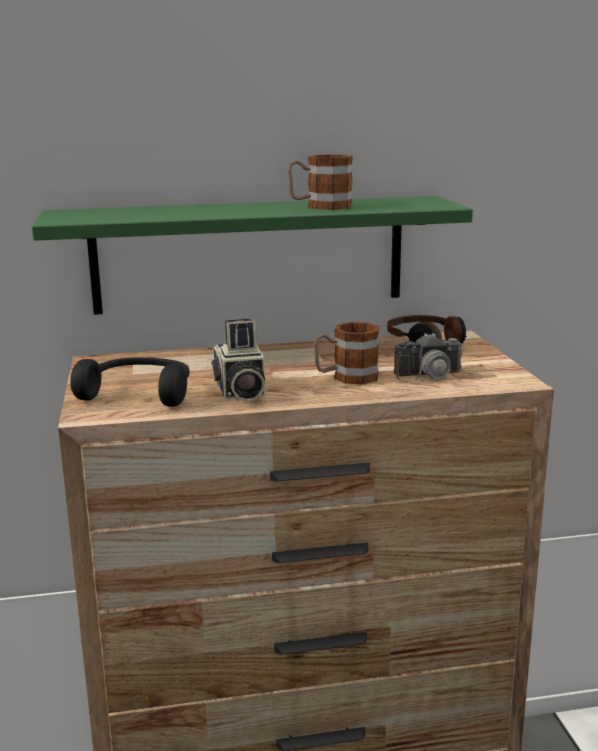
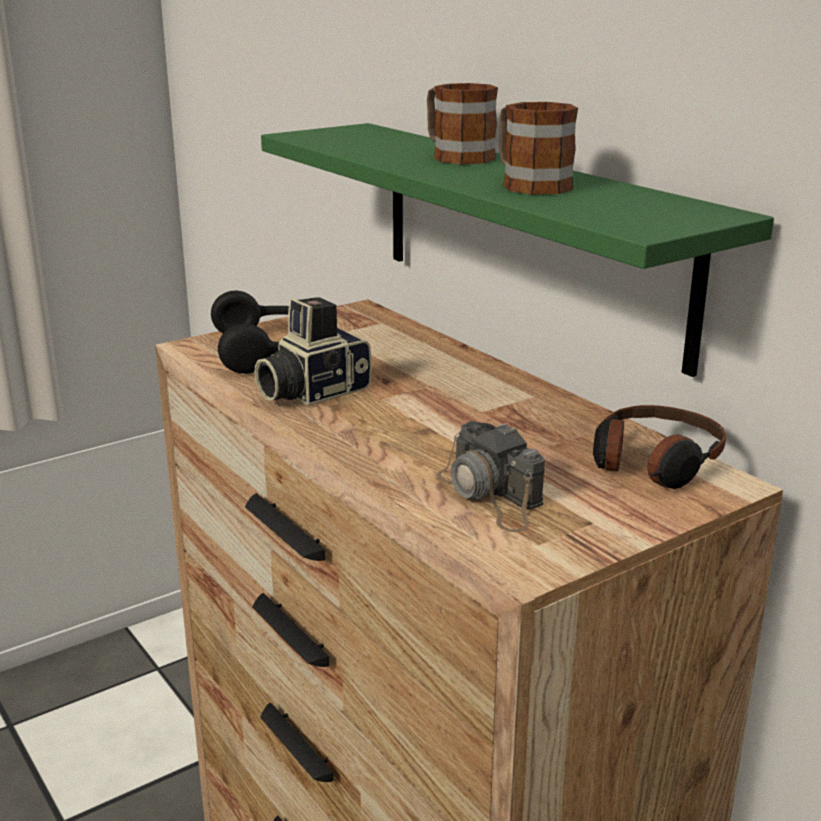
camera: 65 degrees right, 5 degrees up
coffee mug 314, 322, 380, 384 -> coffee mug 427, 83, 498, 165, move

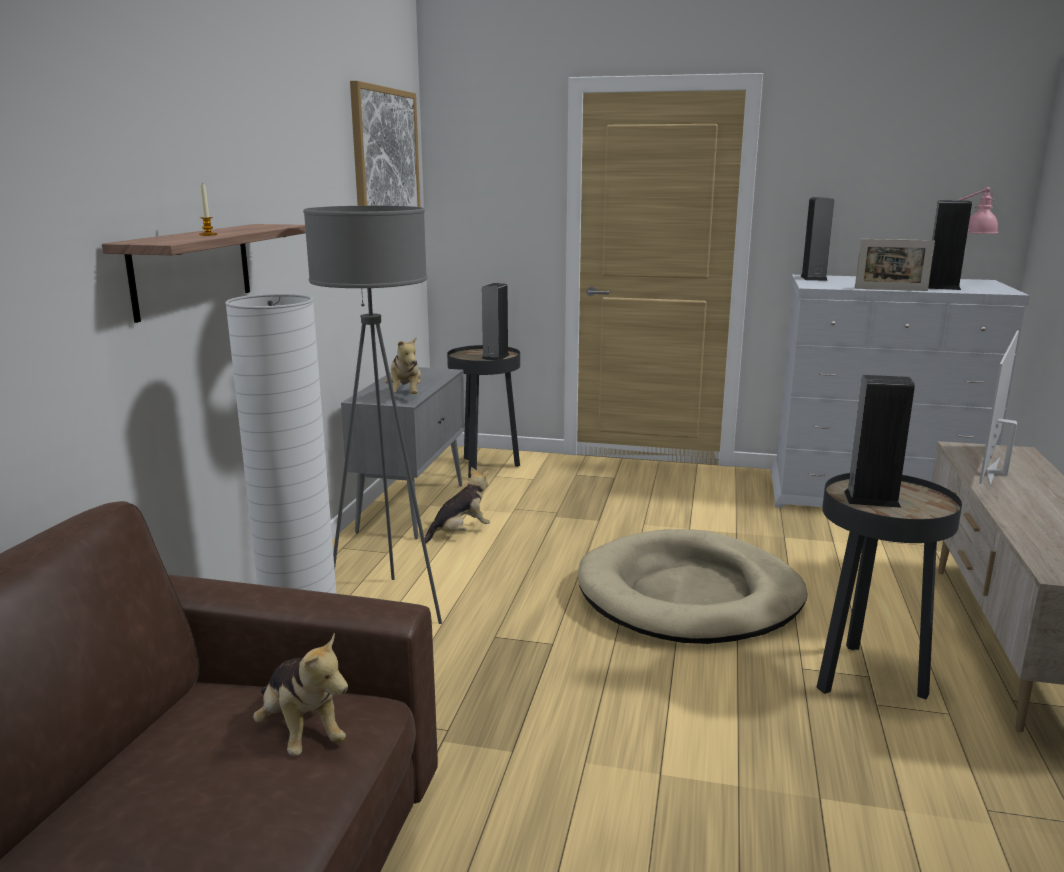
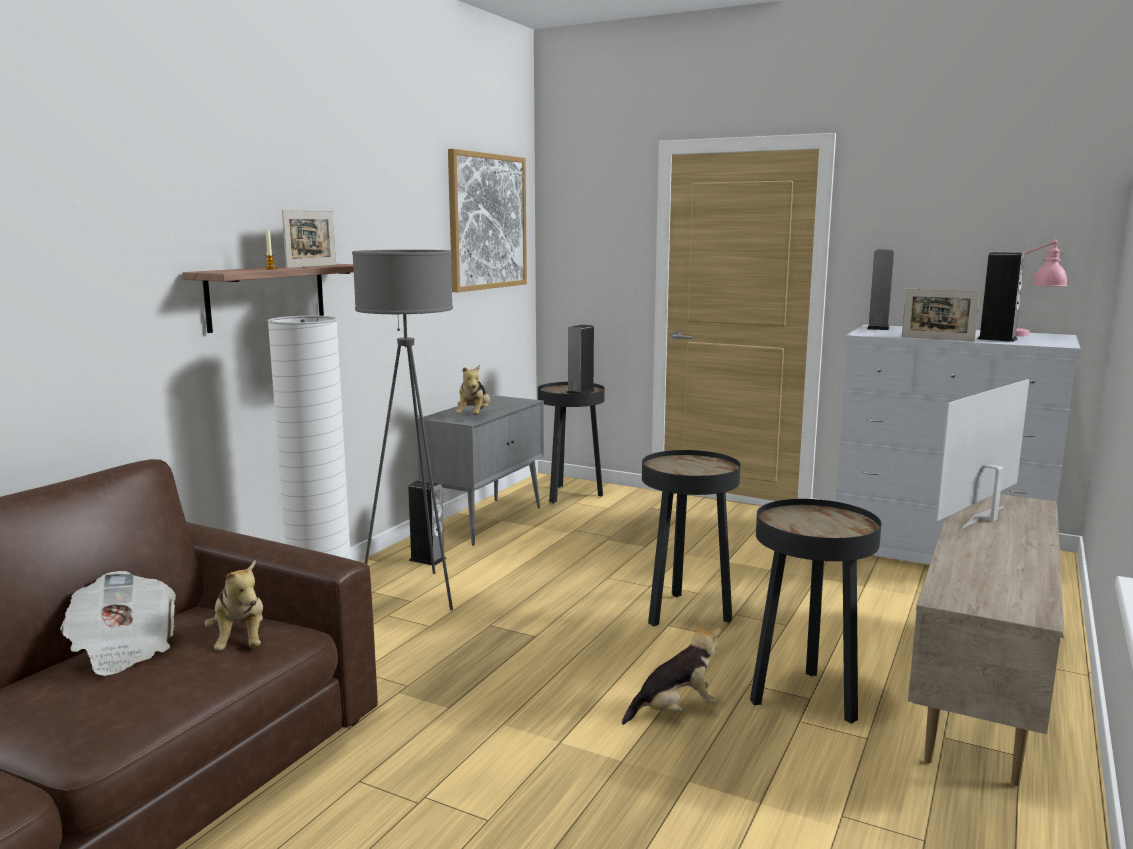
camera: 15 degrees right, 5 degrees down
none -> printed paper 60, 571, 176, 676
none -> photo frame 282, 210, 336, 268
plush toy 425, 467, 490, 543 -> plush toy 622, 620, 721, 725, move
audio speaker 844, 375, 915, 508 -> audio speaker 408, 480, 446, 565, move
dog cushion in beige-coloured 578, 529, 807, 644 -> side table in blackish 642, 450, 741, 626

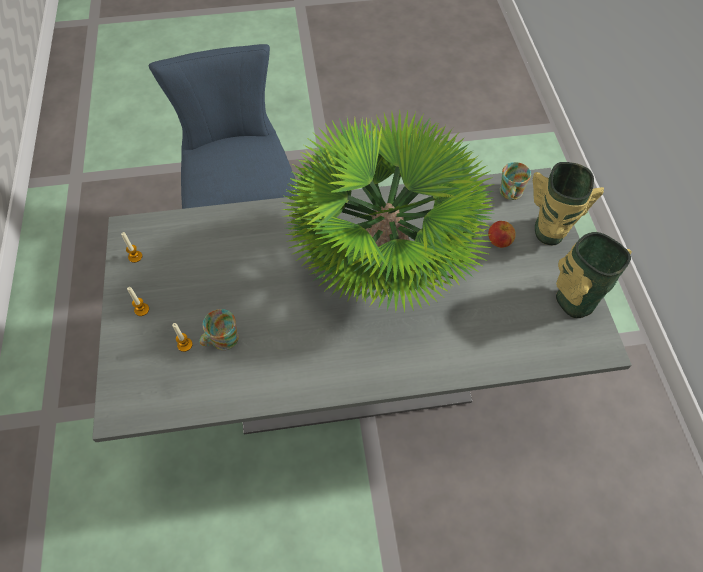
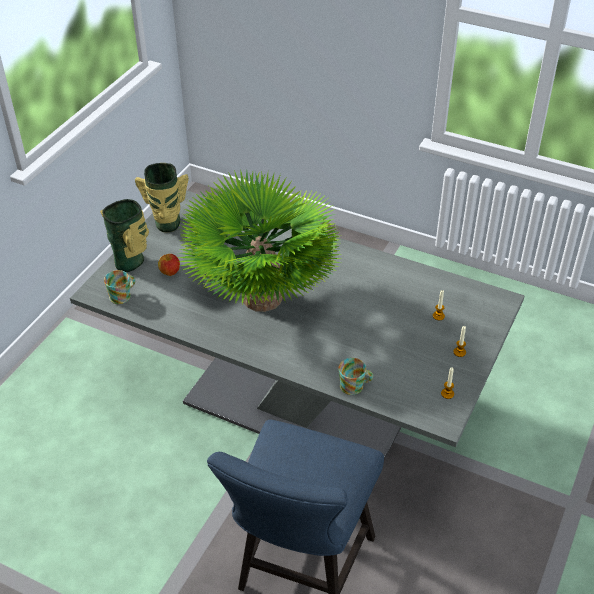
camera: 145 degrees left, 15 degrees down
coffee mug 199, 309, 239, 350 -> coffee mug 338, 358, 373, 395, move

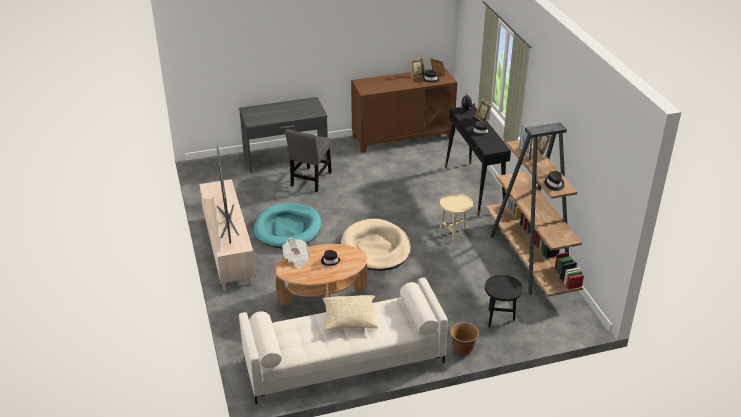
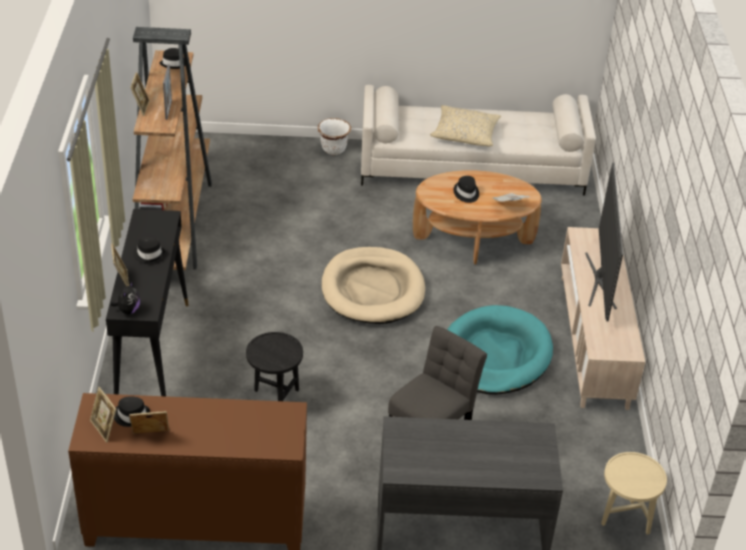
camera: 165 degrees left, 5 degrees up
side table in beige-coloured 439, 193, 473, 242 -> side table in beige-coloured 601, 452, 667, 535, move
side table in blackish 485, 275, 523, 327 -> side table in blackish 246, 332, 303, 401, move
planter in brown 450, 322, 479, 355 -> planter in white-coloured 318, 118, 351, 155

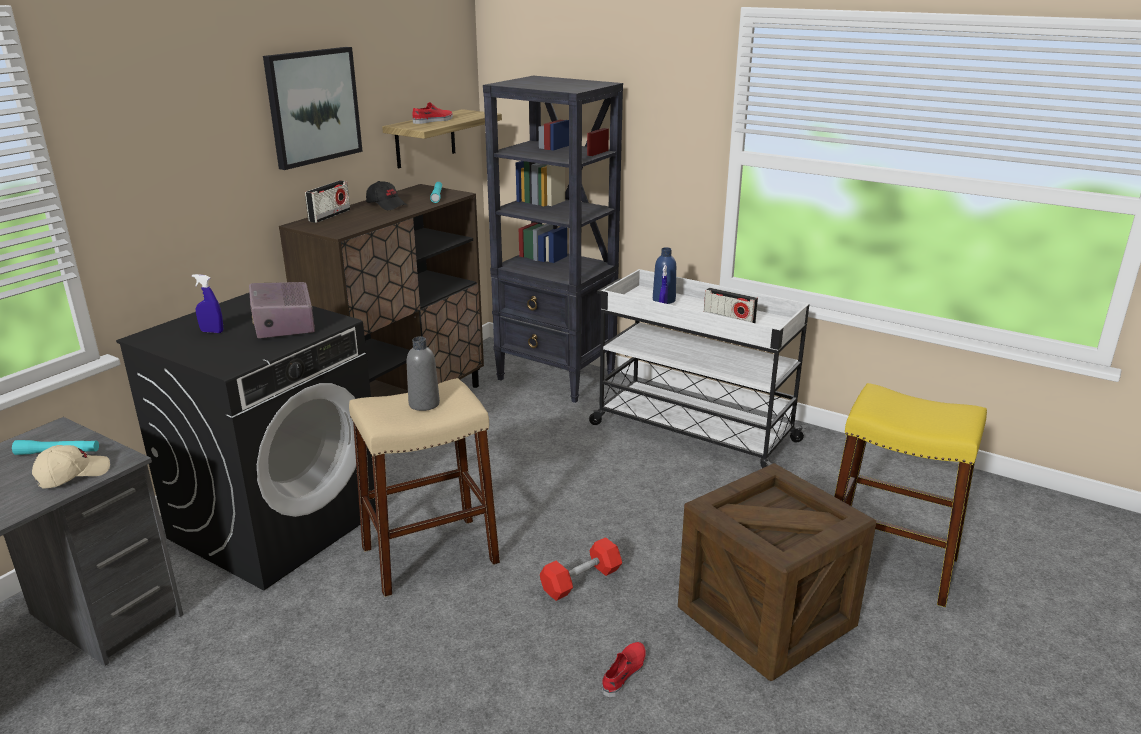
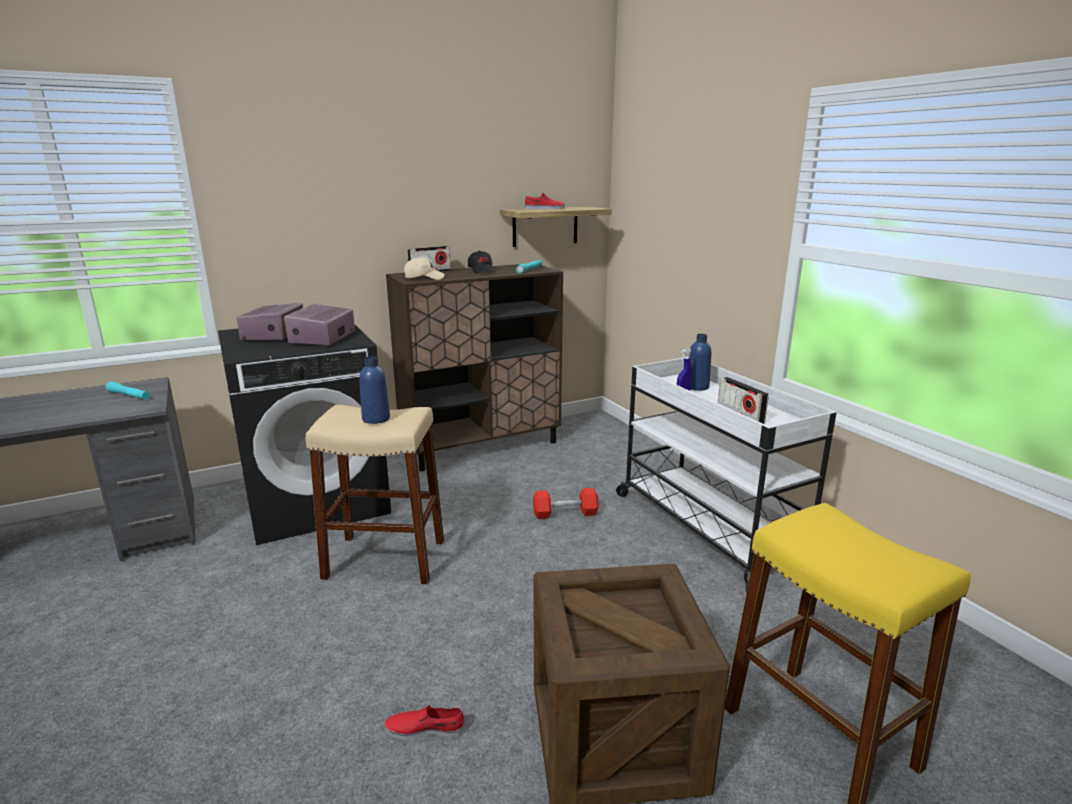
camera: 30 degrees right, 5 degrees down
picture 263, 47, 363, 170 -> none
bookcase in blackish 483, 76, 623, 403 -> none
peaked cap in beige-coloured 32, 445, 110, 489 -> peaked cap in beige-coloured 404, 258, 445, 280, move
free weight in red 540, 537, 622, 601 -> free weight in red 533, 488, 599, 519, move
spray bottle in bluish 192, 274, 224, 333 -> radio 237, 303, 303, 341
beverage bottle in gray 407, 336, 440, 411 -> beverage bottle in bluish 359, 356, 390, 424
shoe in red 602, 642, 646, 697 -> shoe in red 384, 705, 465, 740, 150 degrees counterclockwise

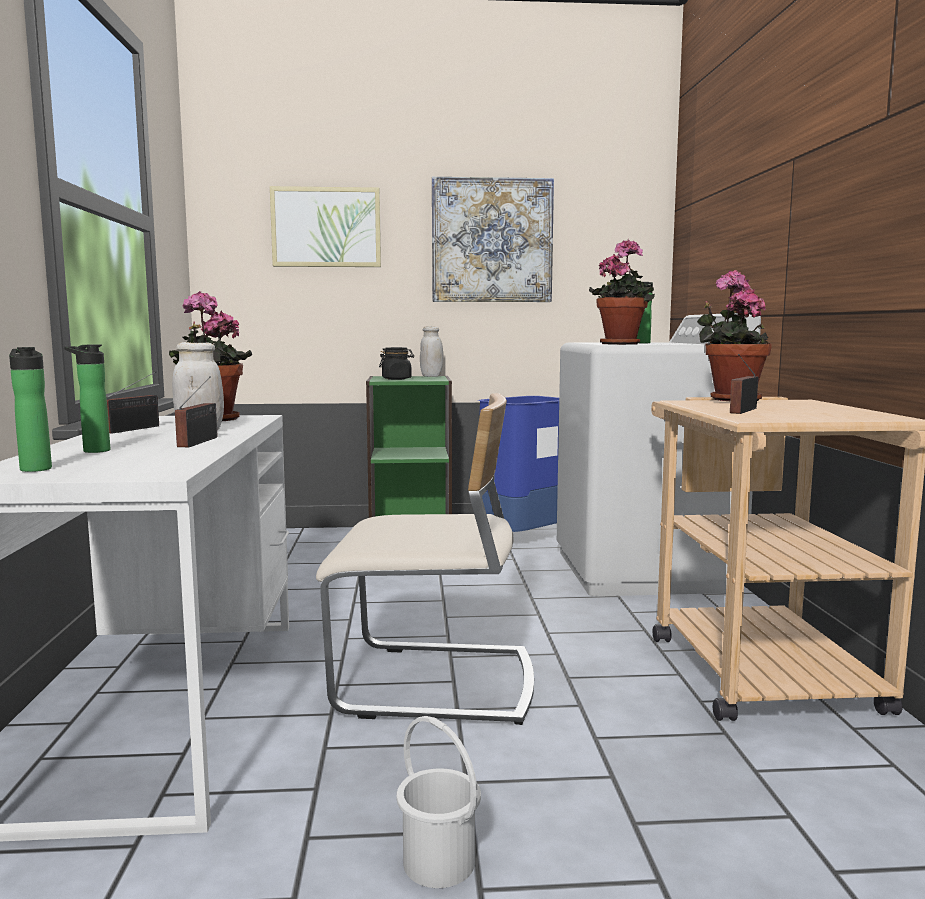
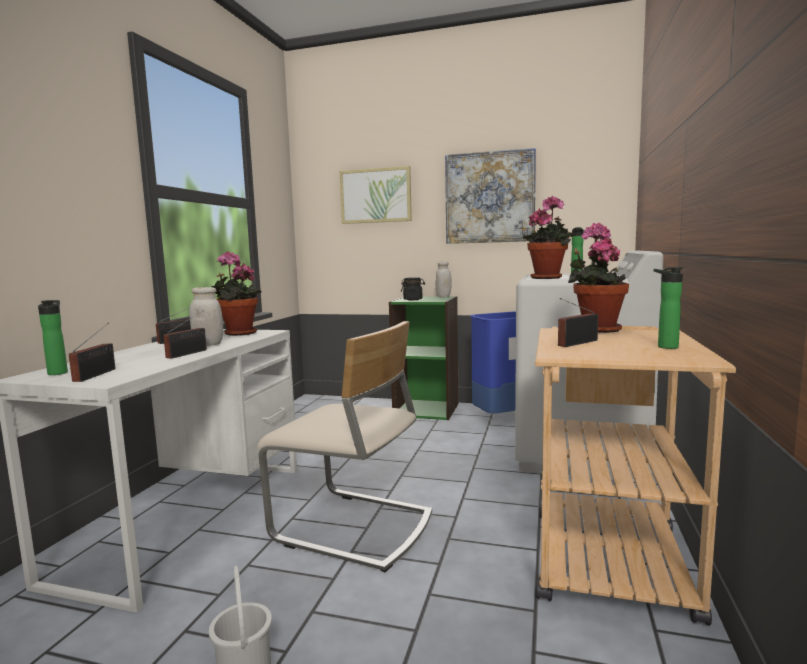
camera: 20 degrees right, 0 degrees up
none -> radio 69, 323, 115, 382
beverage bottle 64, 344, 110, 453 -> beverage bottle 654, 267, 684, 349, move

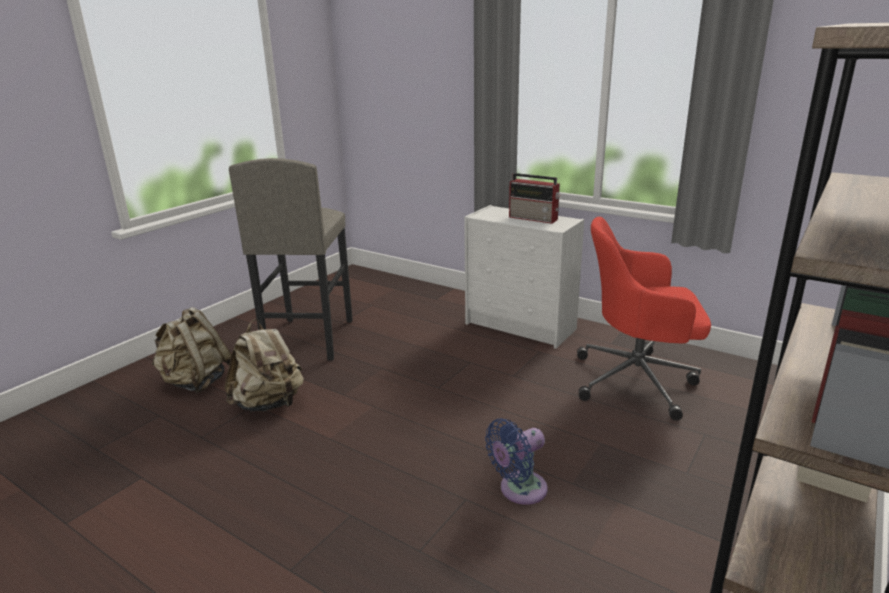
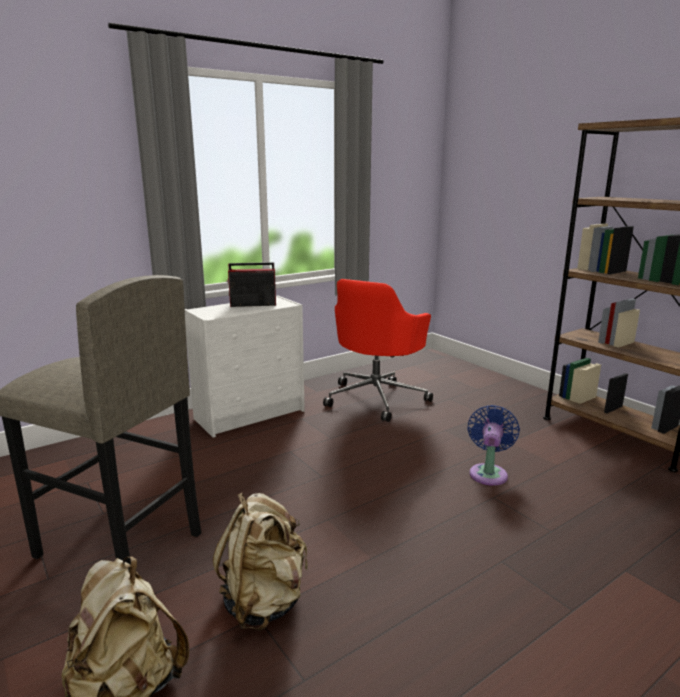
camera: 70 degrees left, 5 degrees down
electric fan in bluish 485, 418, 548, 505 -> electric fan in bluish 467, 405, 520, 486, 150 degrees counterclockwise
radio 509, 173, 561, 224 -> radio 226, 262, 276, 307, 150 degrees counterclockwise

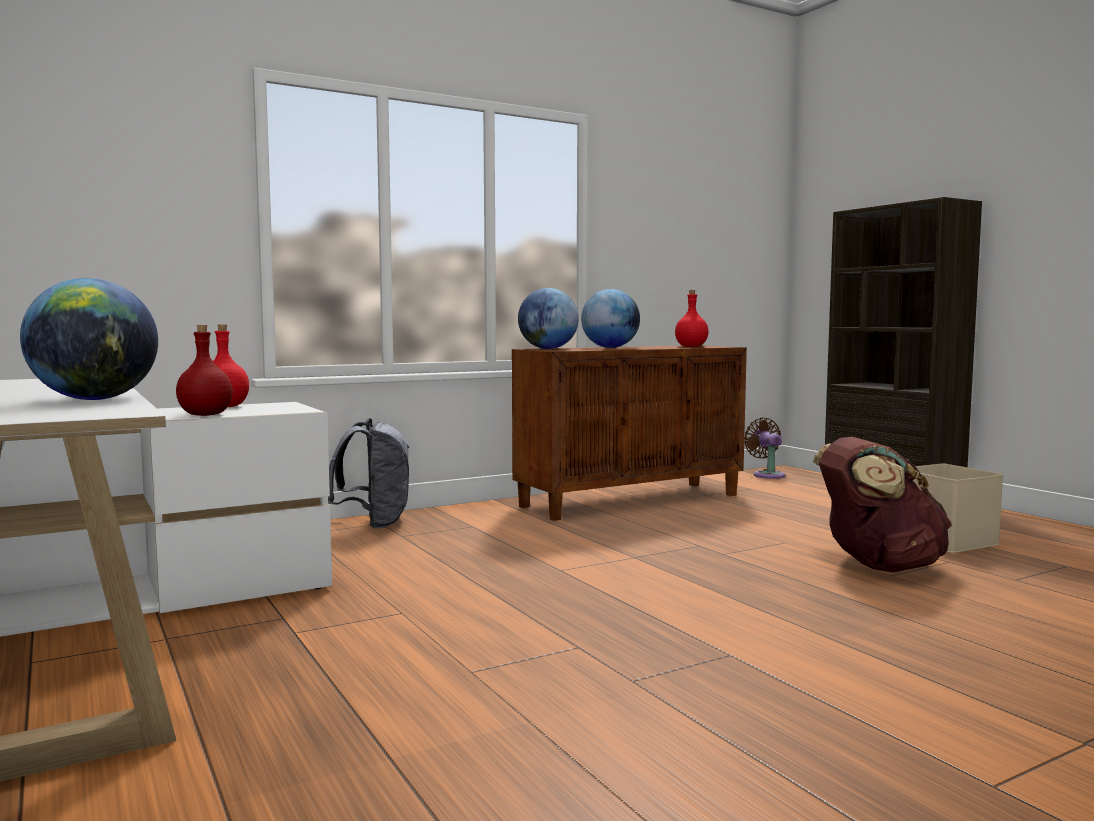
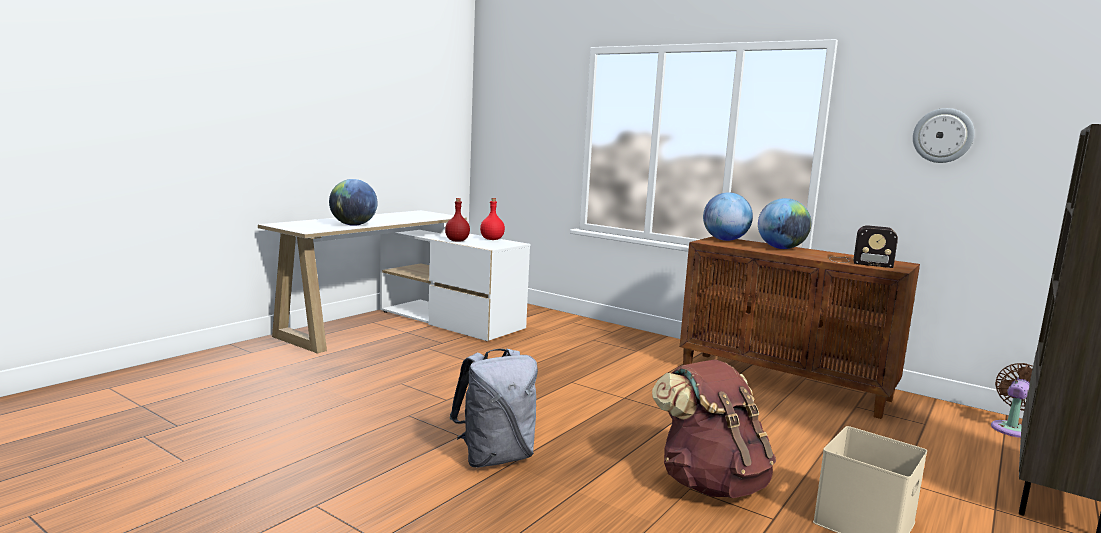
camera: 65 degrees right, 5 degrees up
none -> hanging clock 913, 108, 975, 163
backpack in gray 328, 418, 409, 529 -> backpack in gray 450, 349, 538, 467, move
beverage bottle in red 675, 290, 709, 347 -> radio 829, 225, 898, 268

